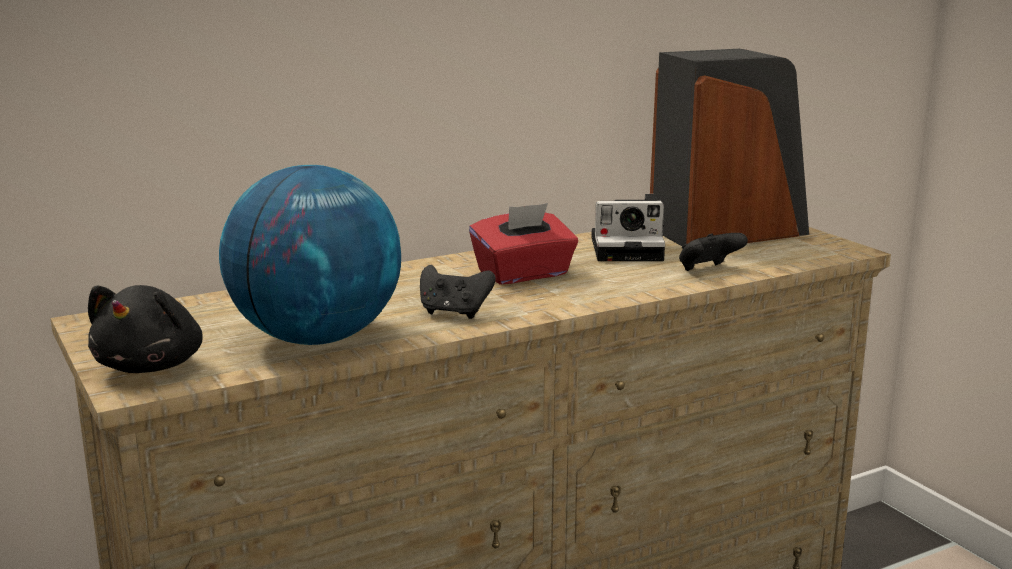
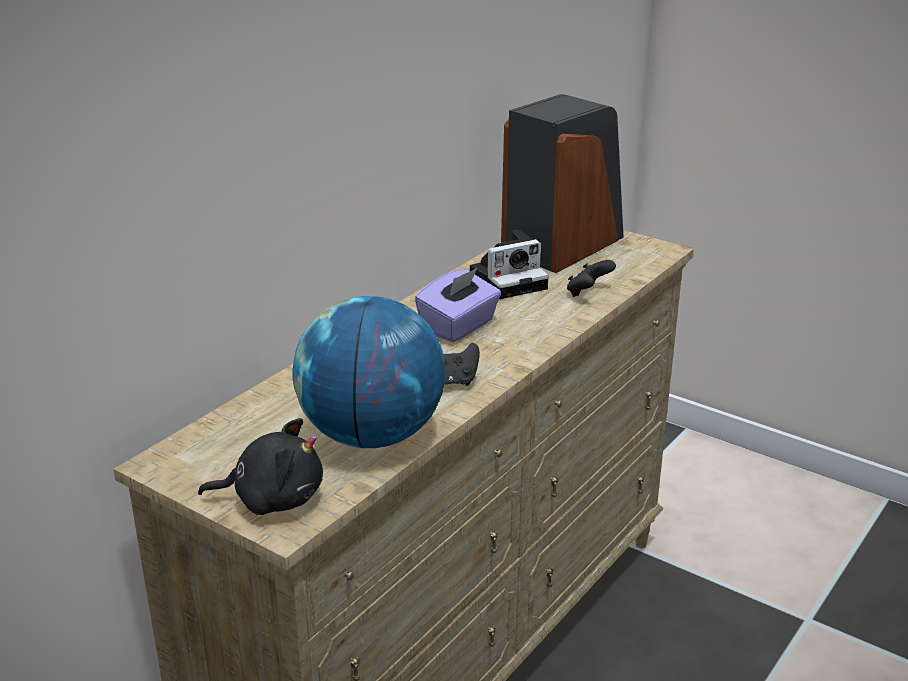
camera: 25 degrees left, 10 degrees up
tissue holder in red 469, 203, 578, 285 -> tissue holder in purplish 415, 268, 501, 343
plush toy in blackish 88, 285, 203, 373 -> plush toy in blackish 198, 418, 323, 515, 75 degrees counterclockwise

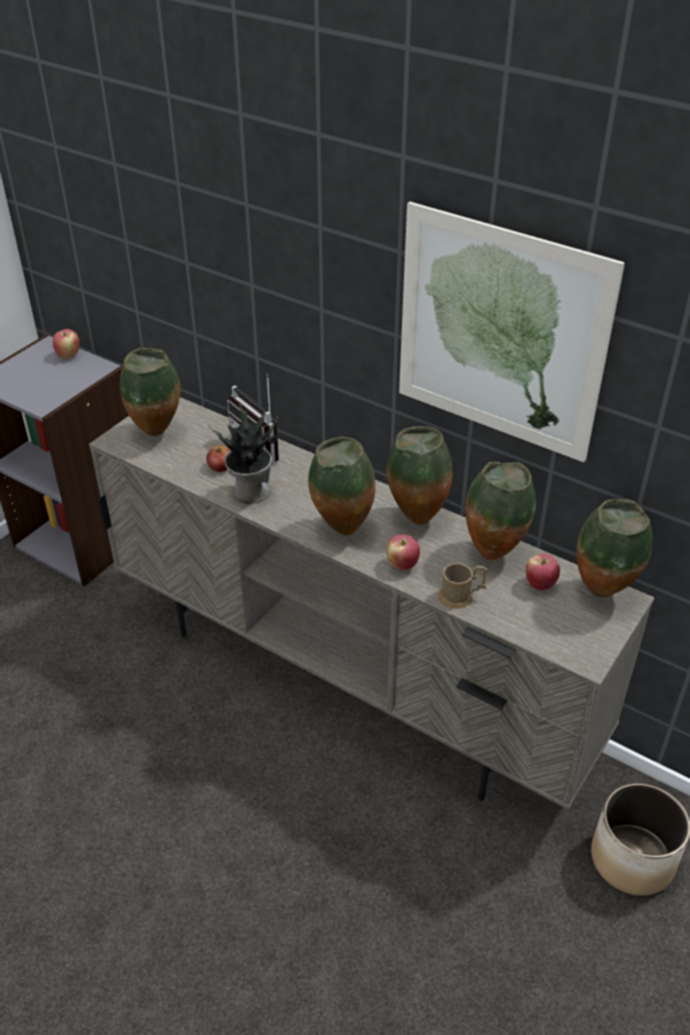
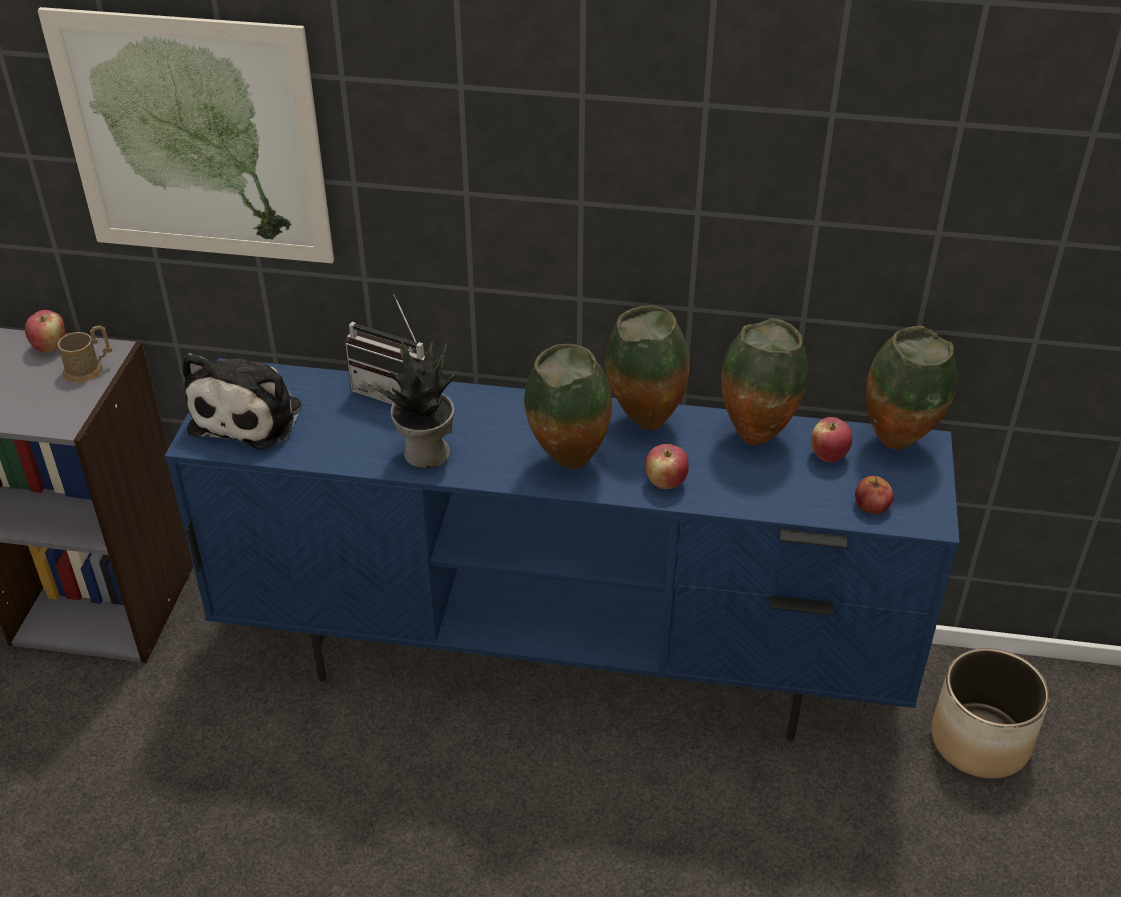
camera: 25 degrees left, 0 degrees up
whole apple 206, 445, 230, 472 -> whole apple 855, 476, 894, 514, move
picture 399, 202, 625, 462 -> picture 38, 7, 334, 263, move
coffee mug in brown 438, 563, 487, 609 -> coffee mug in brown 58, 326, 112, 383, move
flower vase 120, 348, 180, 436 -> plush toy 182, 353, 301, 449
tv stand in beige-coloured 89, 397, 654, 810 -> tv stand in bluish 165, 358, 960, 741

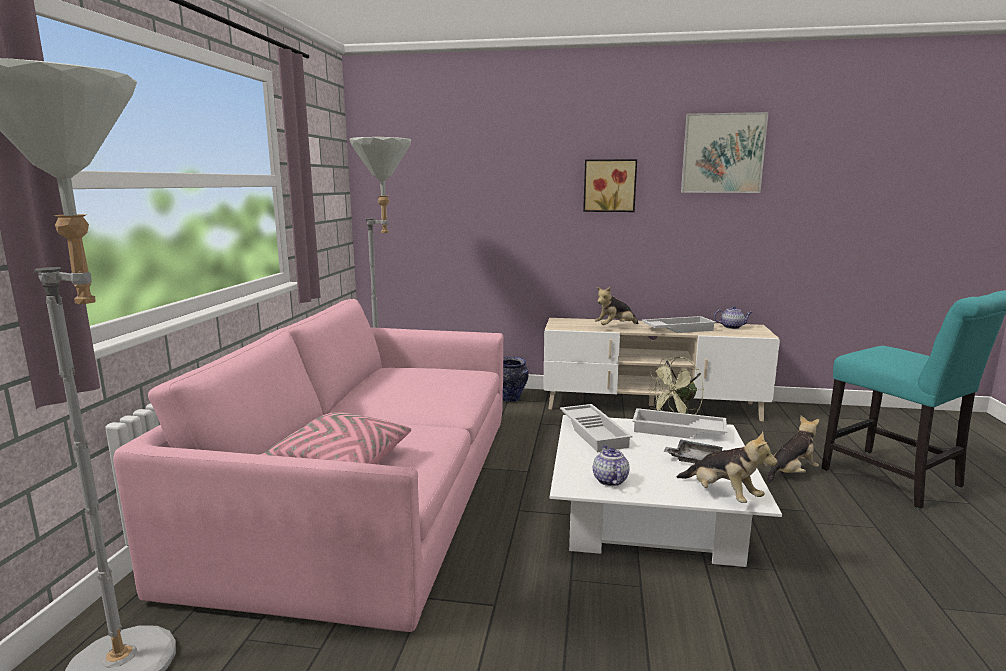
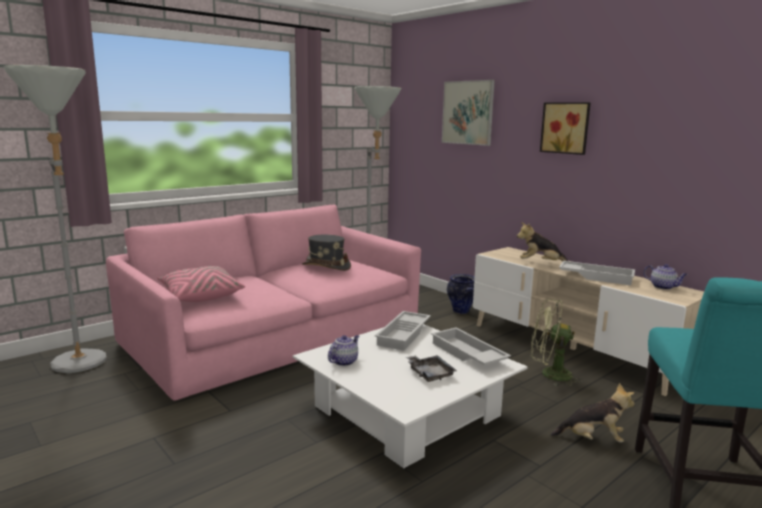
camera: 40 degrees right, 0 degrees up
plush toy 677, 431, 778, 503 -> none
none -> clothing hat in gray 302, 235, 351, 271
picture 681, 112, 769, 193 -> picture 442, 80, 495, 146, move

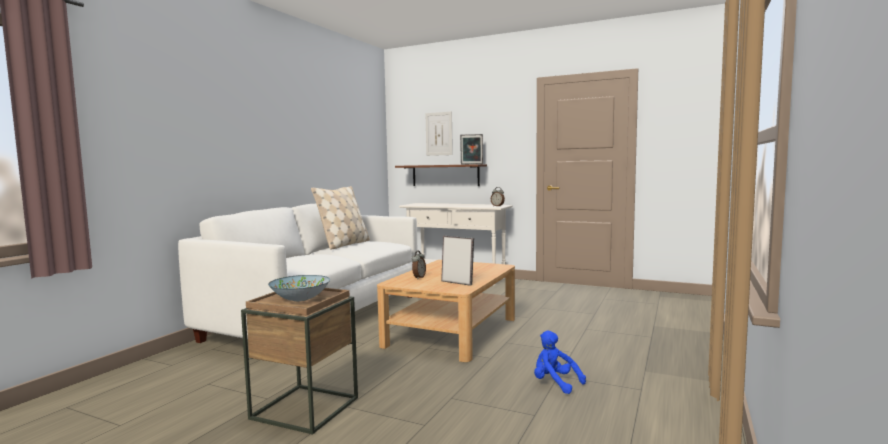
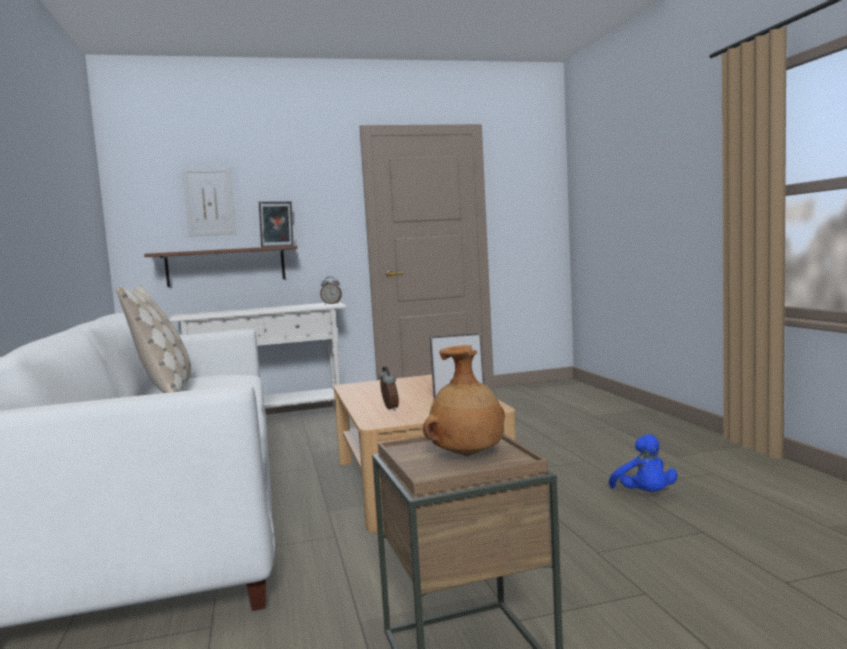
camera: 40 degrees left, 0 degrees up
deep dish 268, 275, 330, 301 -> flower vase in brown 423, 345, 505, 456
plush toy in bluish 534, 331, 586, 394 -> plush toy in bluish 609, 434, 678, 492, 105 degrees counterclockwise

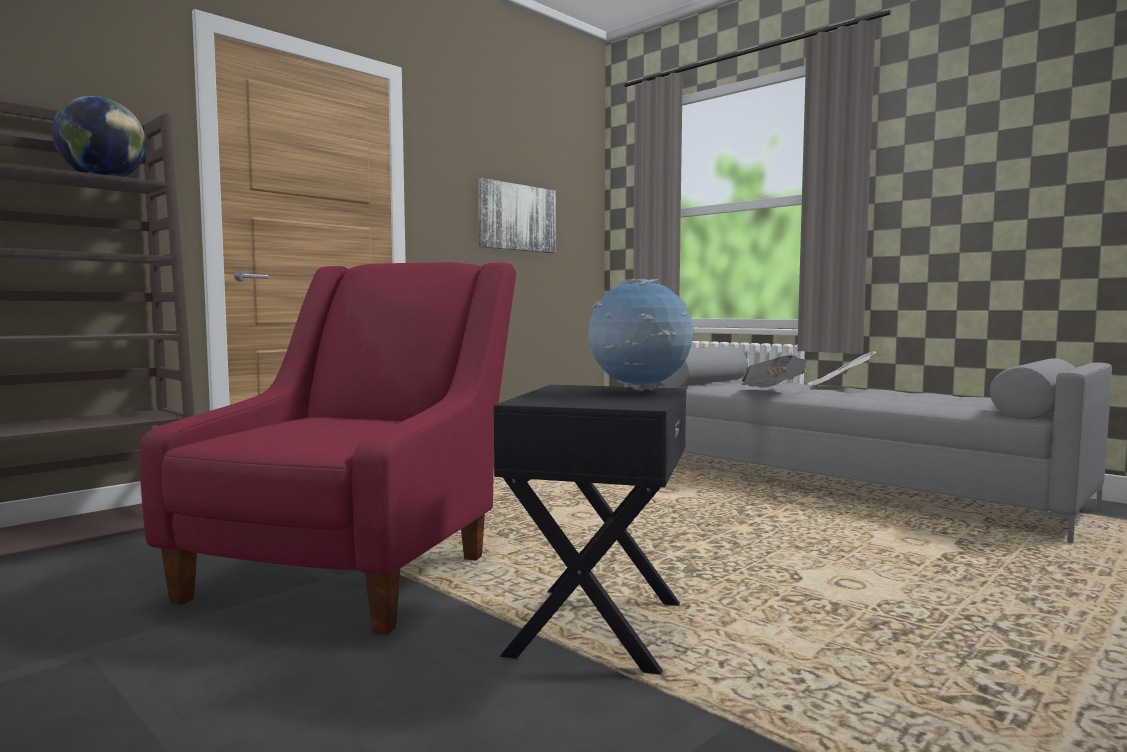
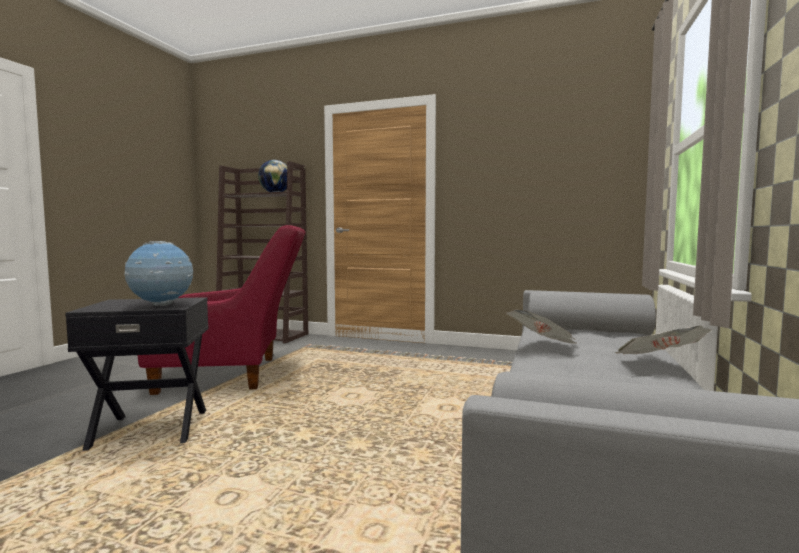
camera: 65 degrees right, 0 degrees up
picture 478, 178, 556, 253 -> none

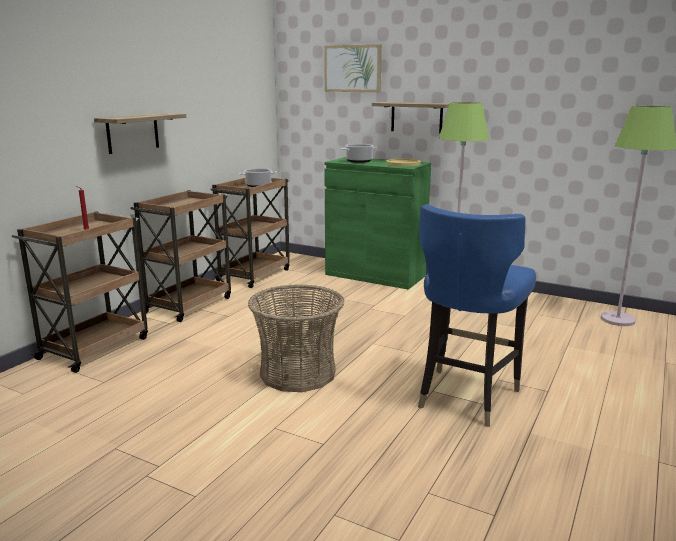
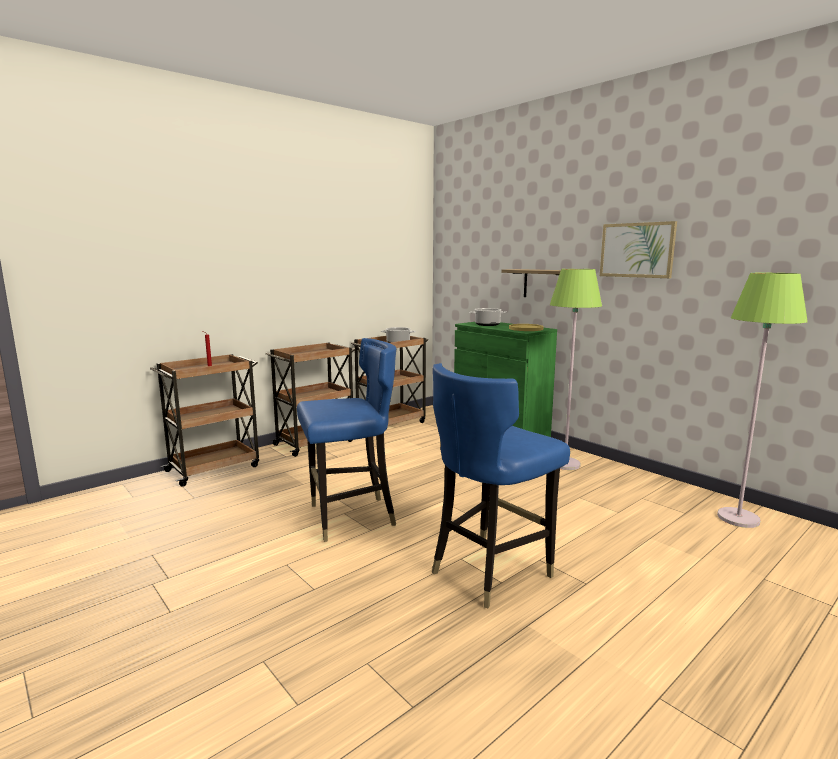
camera: 20 degrees right, 5 degrees down
shelf 94, 113, 186, 154 -> none
picture 324, 44, 382, 92 -> picture 600, 221, 677, 278, move
basket 248, 284, 344, 392 -> upright chair in bluish 297, 338, 396, 542

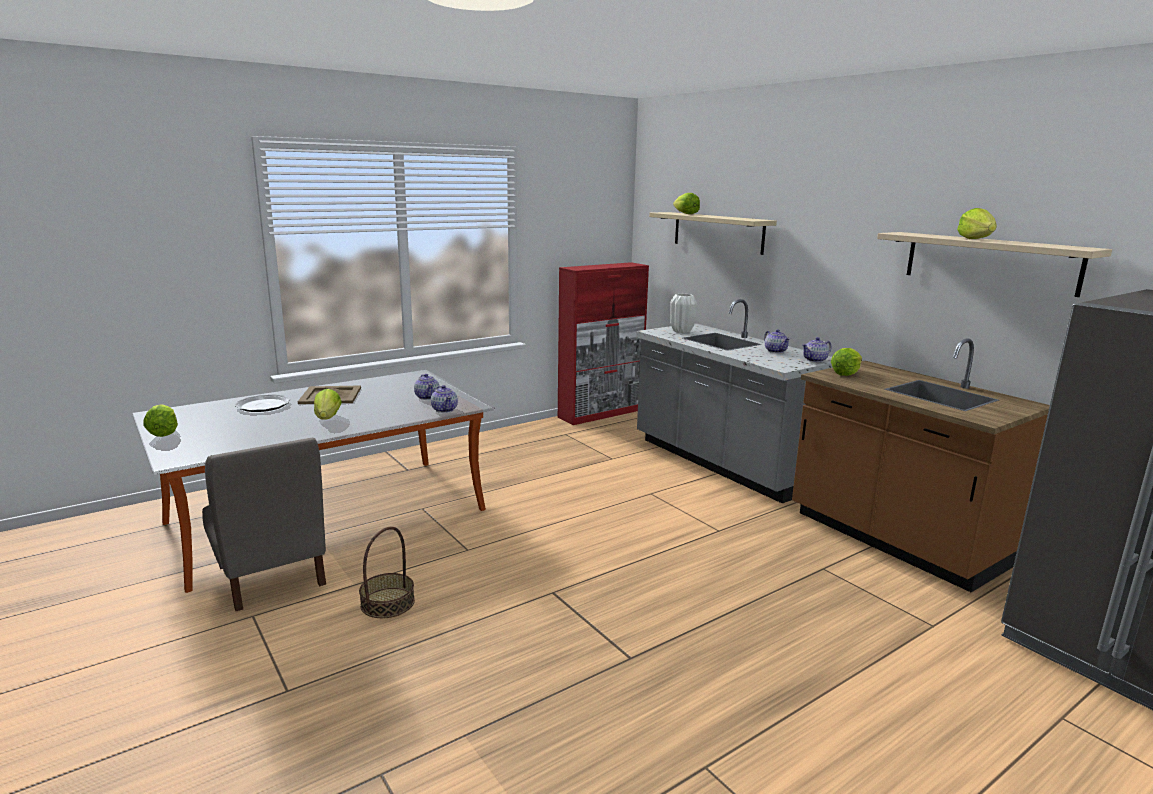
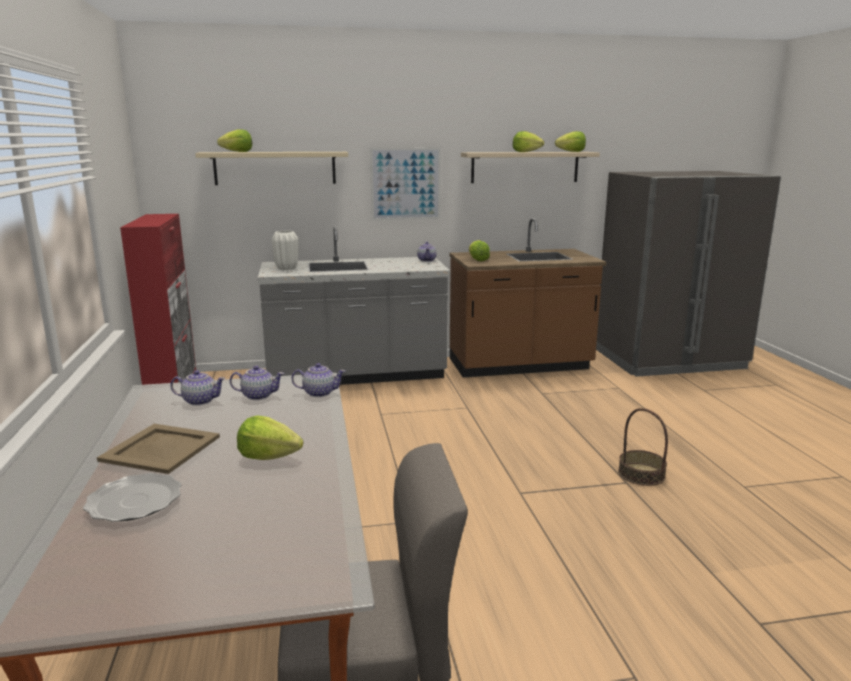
camera: 65 degrees left, 0 degrees up
none -> picture 370, 148, 441, 221
head of lettuce 143, 405, 178, 437 -> head of lettuce 555, 131, 586, 152, move
basket 359, 526, 415, 618 -> basket 618, 408, 668, 486, move
tea pot 764, 329, 790, 353 -> tea pot 170, 370, 226, 406, move

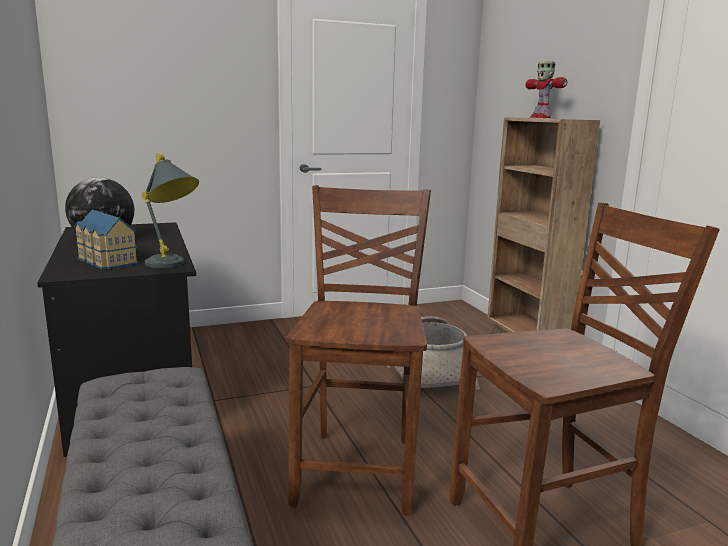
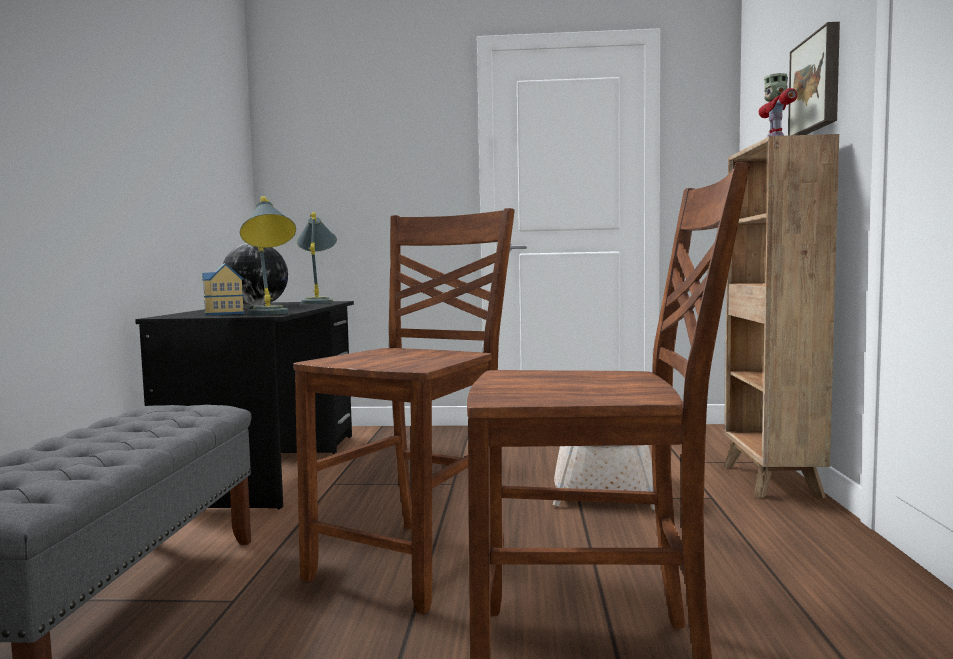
camera: 25 degrees right, 10 degrees down
none -> lamp for a table in gray 296, 212, 337, 304
none -> picture 788, 22, 840, 135

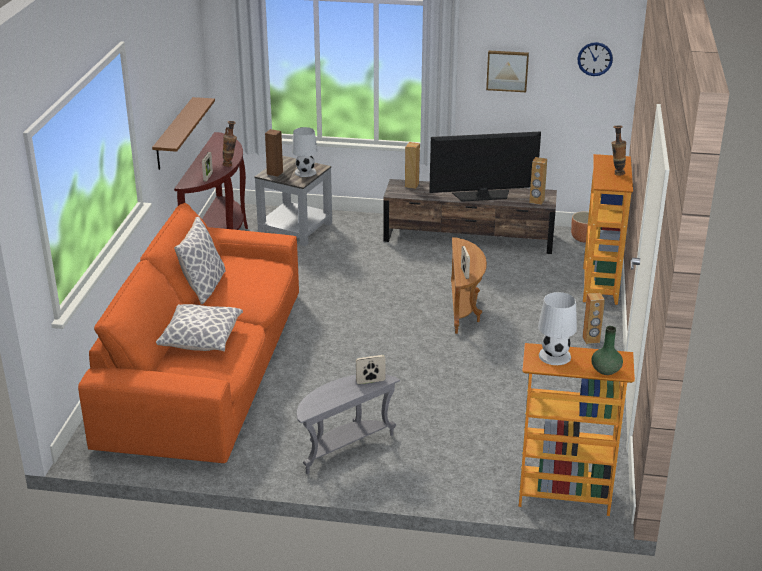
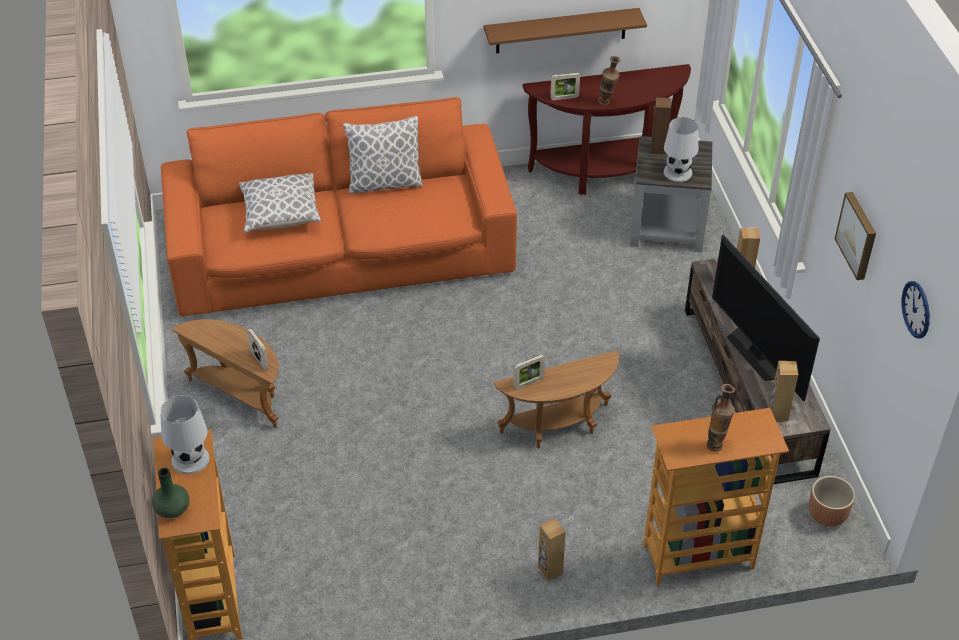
camera: 70 degrees right, 15 degrees up
side table in gray 297, 374, 400, 474 -> side table in brown 172, 319, 279, 428

